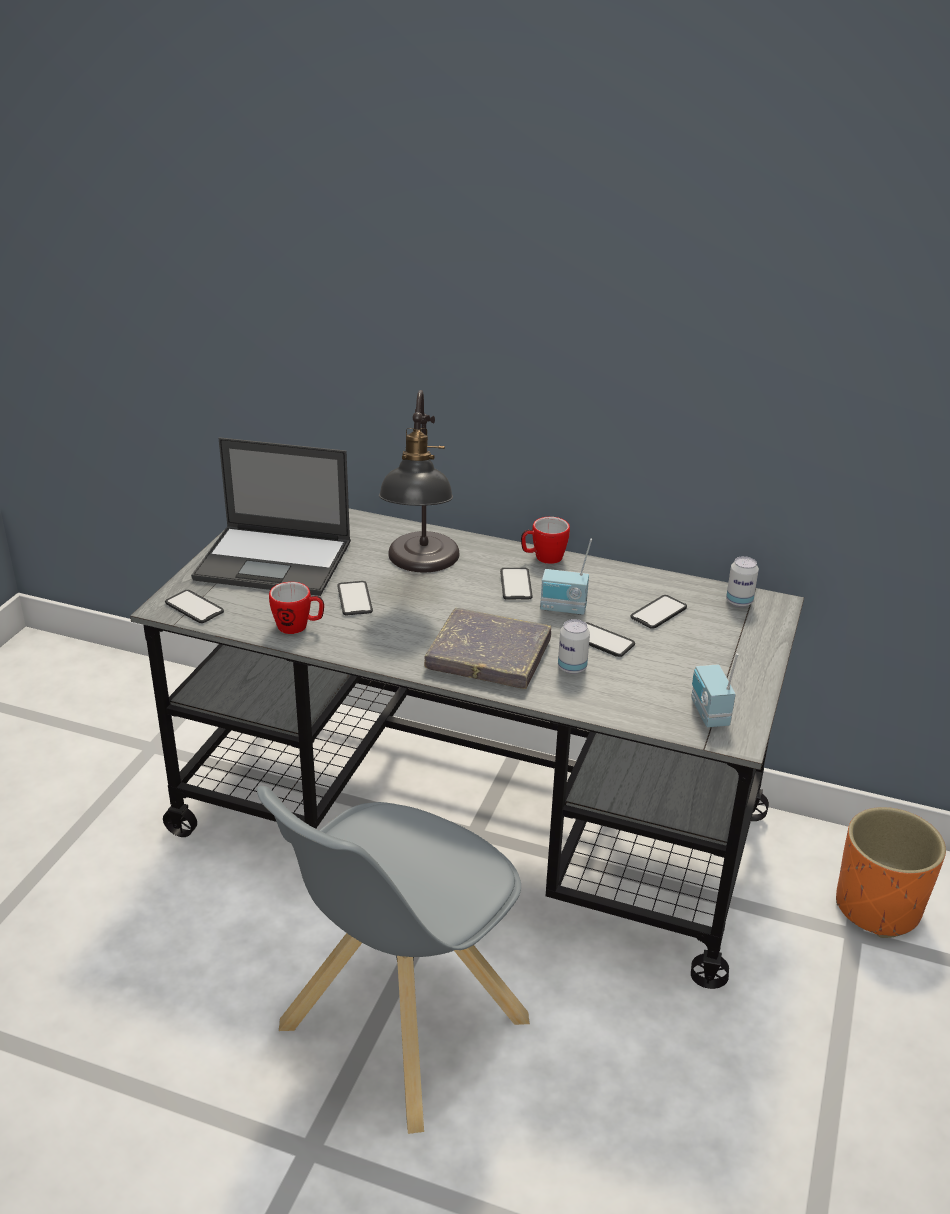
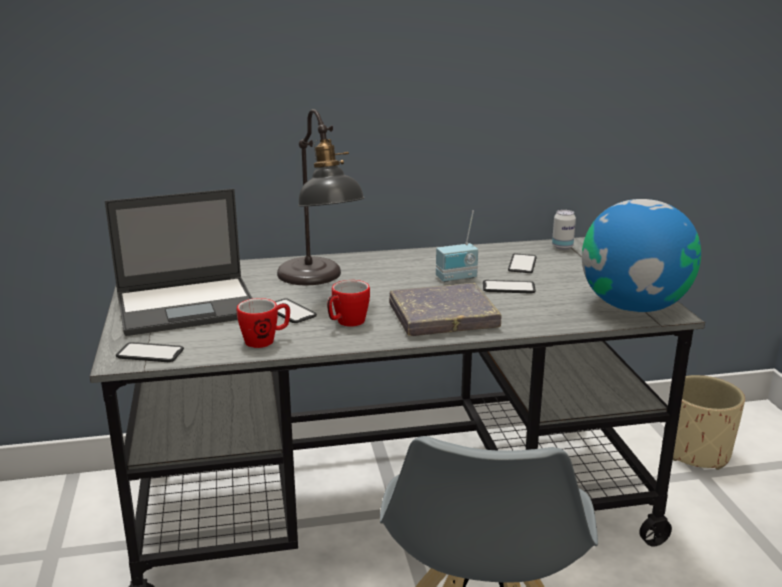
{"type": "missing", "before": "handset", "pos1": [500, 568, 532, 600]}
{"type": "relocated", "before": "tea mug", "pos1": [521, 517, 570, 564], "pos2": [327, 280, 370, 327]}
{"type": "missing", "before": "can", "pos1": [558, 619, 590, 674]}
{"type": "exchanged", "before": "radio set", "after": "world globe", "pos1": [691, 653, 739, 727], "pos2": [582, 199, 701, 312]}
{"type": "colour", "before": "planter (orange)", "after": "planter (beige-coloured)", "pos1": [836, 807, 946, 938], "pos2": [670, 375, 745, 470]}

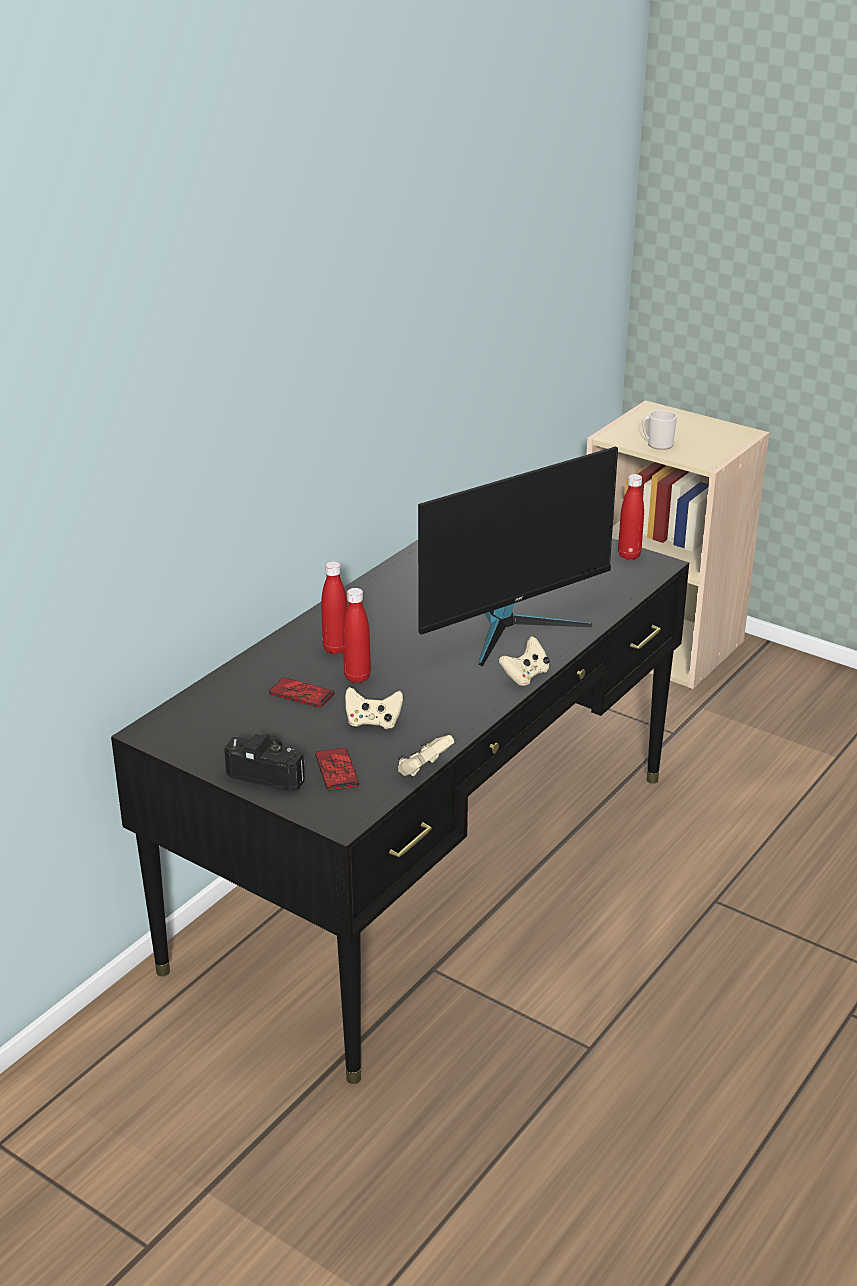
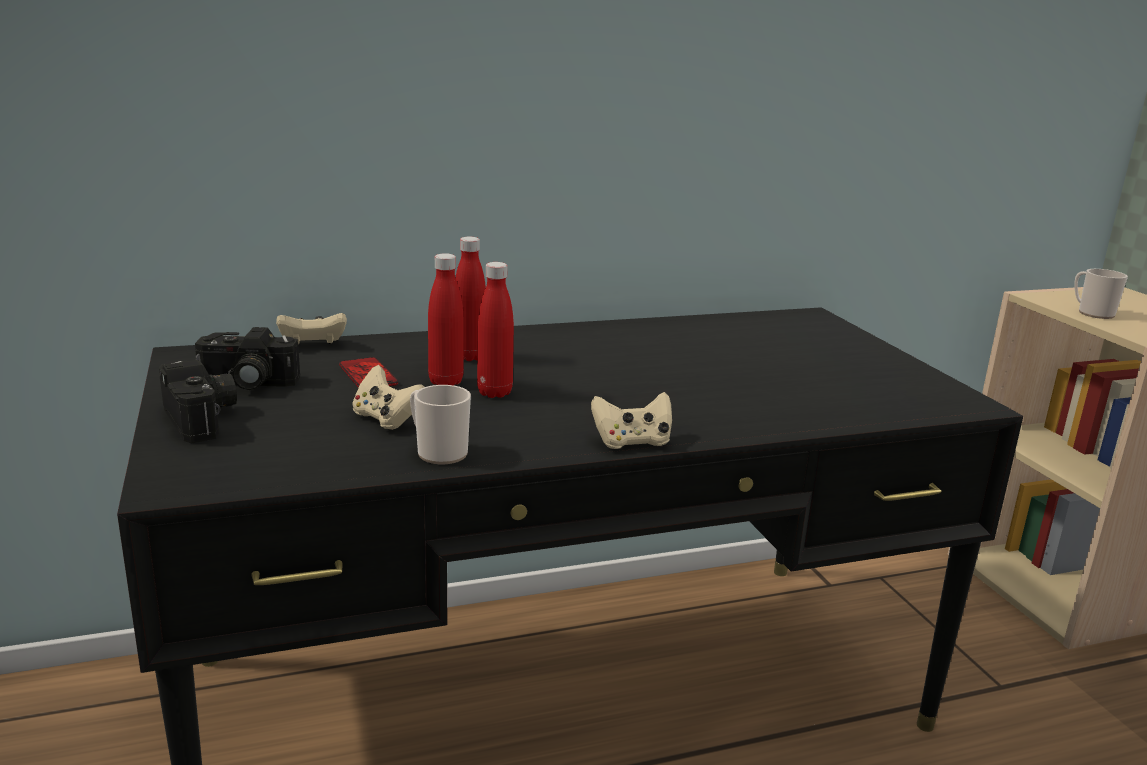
{"type": "missing", "before": "handset", "pos1": [315, 748, 359, 791]}
{"type": "relocated", "before": "joypad (beige-coloured)", "pos1": [398, 735, 454, 777], "pos2": [276, 313, 347, 344]}
{"type": "missing", "before": "computer screen", "pos1": [418, 447, 618, 666]}
{"type": "relocated", "before": "drink bottle (red-coloured)", "pos1": [618, 474, 644, 560], "pos2": [477, 262, 514, 398]}
{"type": "appeared", "after": "photo camera", "pos2": [195, 327, 300, 390]}
{"type": "appeared", "after": "tea mug", "pos2": [410, 385, 471, 464]}

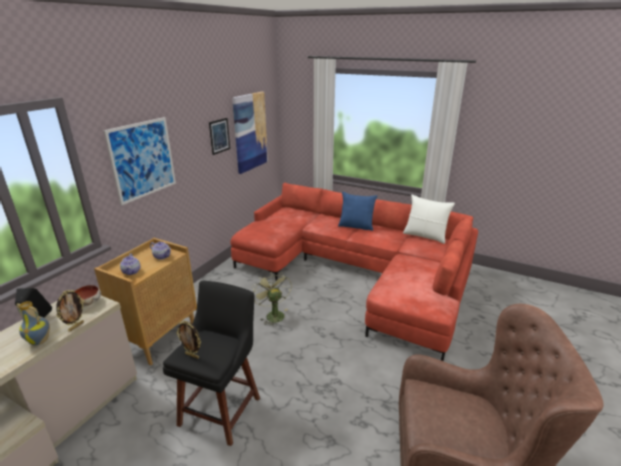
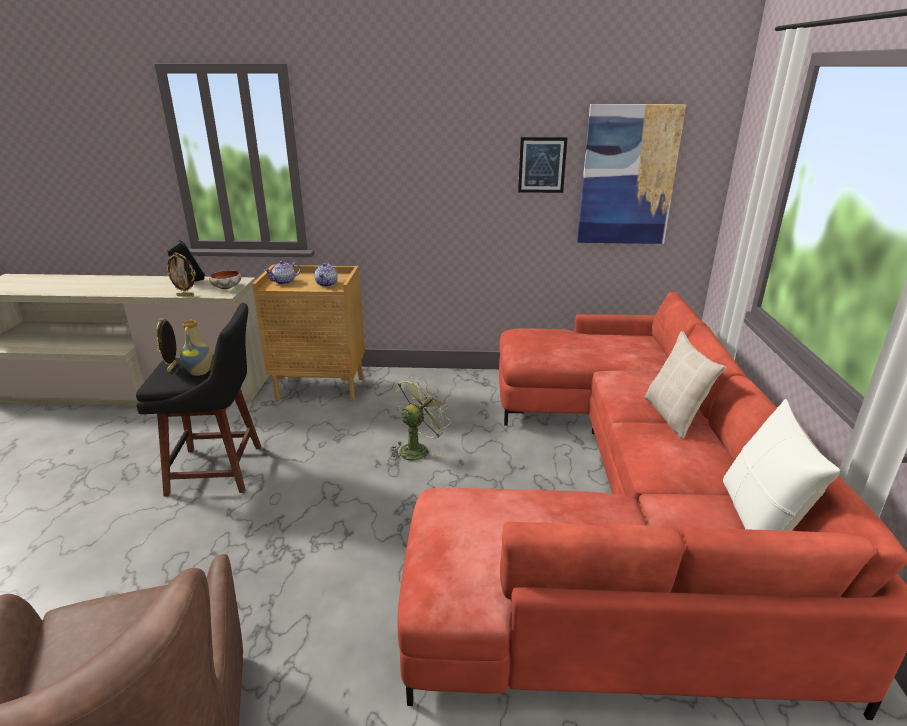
{"type": "relocated", "before": "vase", "pos1": [16, 301, 50, 345], "pos2": [180, 319, 212, 376]}
{"type": "missing", "before": "wall art", "pos1": [104, 117, 176, 205]}
{"type": "colour", "before": "cushion (blue)", "after": "cushion (beige-coloured)", "pos1": [338, 192, 377, 231], "pos2": [644, 331, 726, 439]}

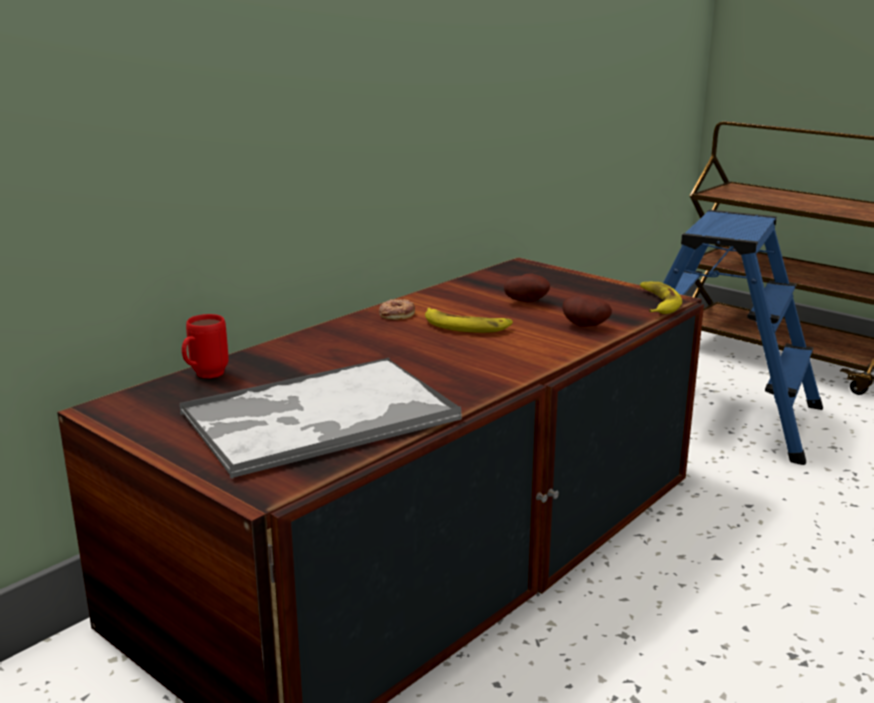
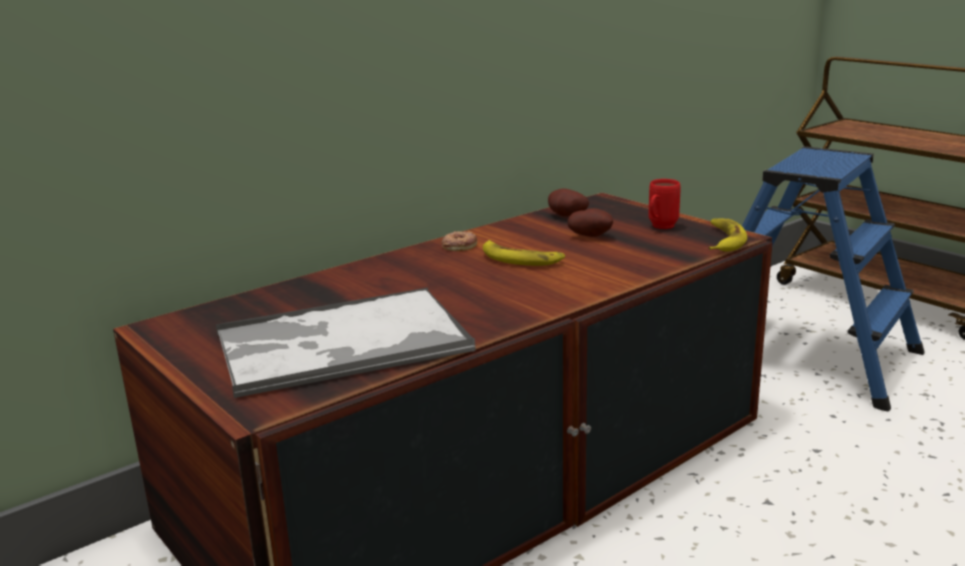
{"type": "relocated", "before": "tea mug (red-coloured)", "pos1": [182, 314, 229, 378], "pos2": [649, 179, 681, 229]}
{"type": "relocated", "before": "whole potato", "pos1": [562, 294, 612, 327], "pos2": [548, 189, 589, 216]}

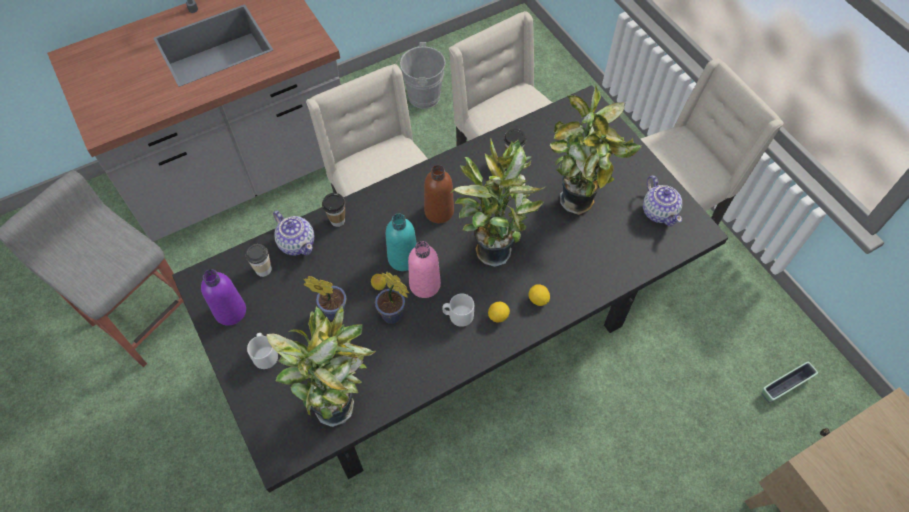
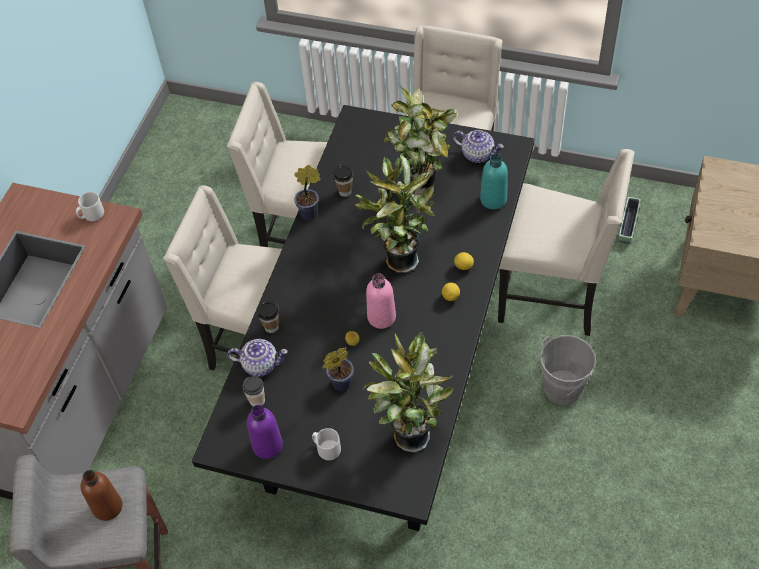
{"type": "relocated", "before": "houseplant", "pos1": [375, 272, 409, 324], "pos2": [294, 165, 321, 220]}
{"type": "relocated", "before": "drink bottle (turquoise)", "pos1": [386, 214, 417, 271], "pos2": [480, 154, 508, 209]}
{"type": "relocated", "before": "pail (greyish)", "pos1": [396, 42, 446, 109], "pos2": [531, 335, 596, 405]}
{"type": "relocated", "before": "drink bottle (brown-coloured)", "pos1": [424, 165, 454, 223], "pos2": [80, 470, 122, 521]}
{"type": "relocated", "before": "tea mug (greyish)", "pos1": [442, 294, 474, 327], "pos2": [76, 192, 104, 221]}
{"type": "appeared", "after": "upright chair (beige-coloured)", "pos2": [498, 149, 635, 336]}

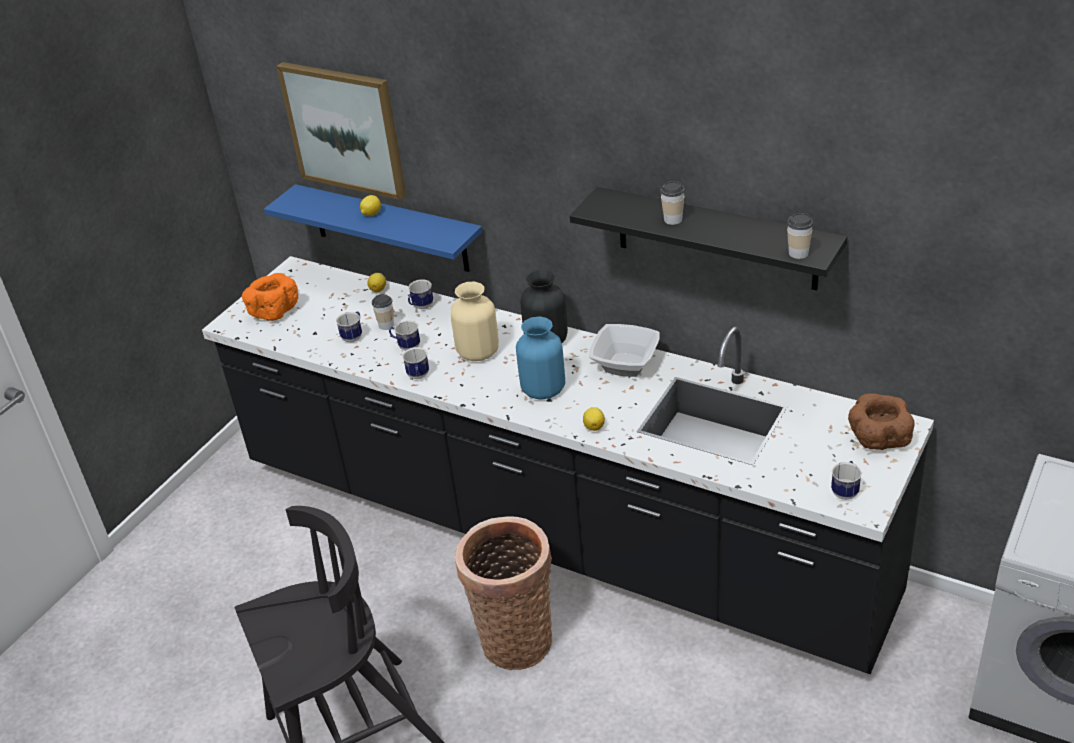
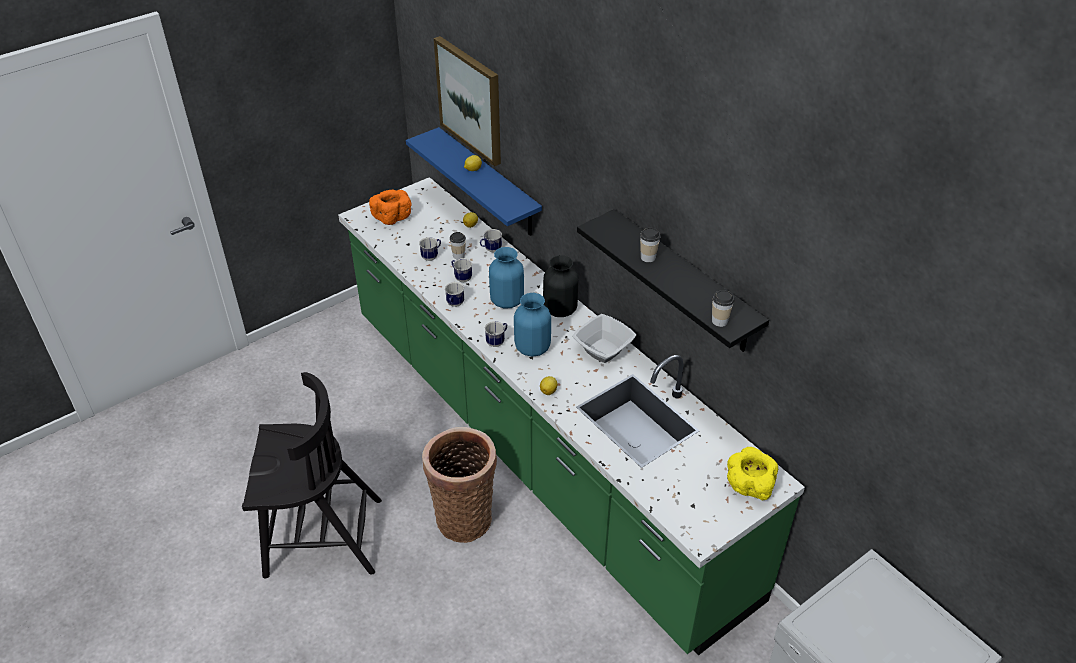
{"type": "colour", "before": "kitchen counter (blackish)", "after": "kitchen counter (green-coloured)", "pos1": [202, 256, 934, 674], "pos2": [338, 177, 805, 655]}
{"type": "colour", "before": "vase (beige-coloured)", "after": "vase (blue)", "pos1": [451, 282, 499, 361], "pos2": [489, 247, 524, 309]}
{"type": "relocated", "before": "tea mug", "pos1": [831, 461, 862, 500], "pos2": [485, 321, 507, 347]}
{"type": "colour", "before": "serving bowl (brown-coloured)", "after": "serving bowl (yellowish)", "pos1": [848, 393, 915, 450], "pos2": [727, 447, 778, 500]}

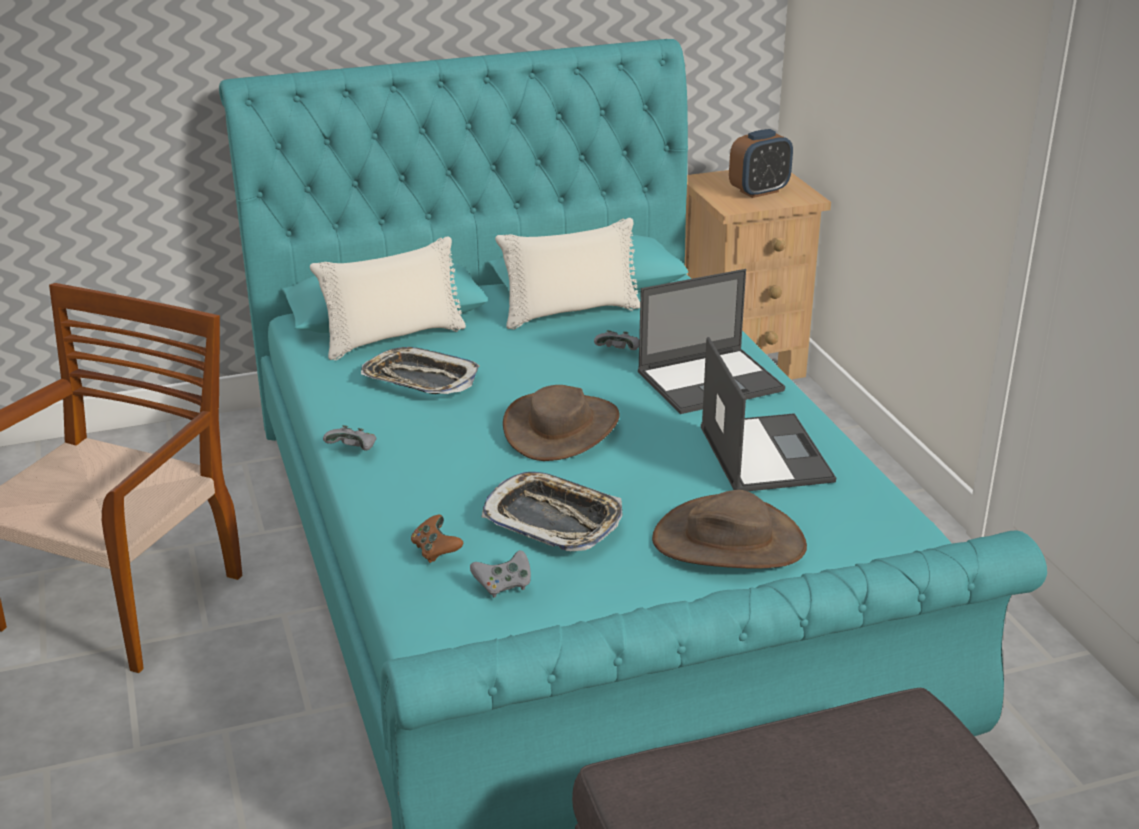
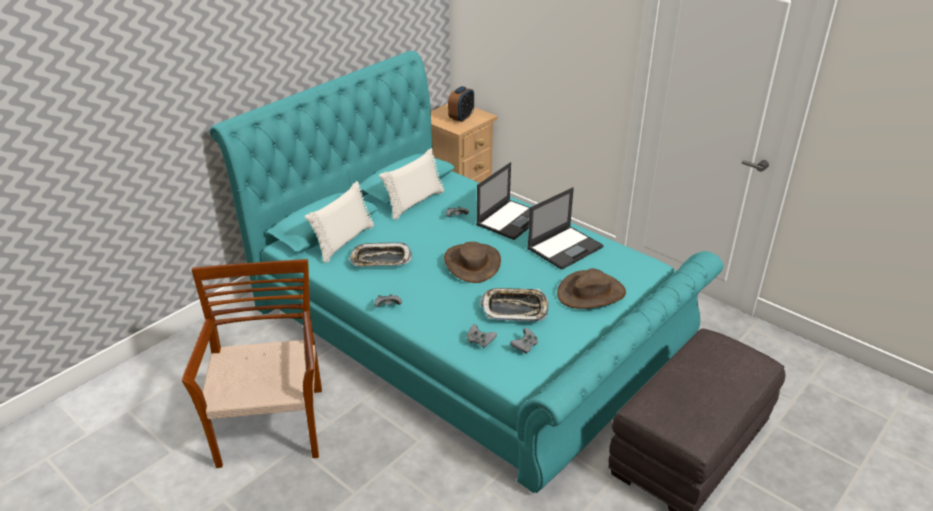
{"type": "colour", "before": "joypad (brown-coloured)", "after": "joypad (greyish)", "pos1": [411, 515, 464, 563], "pos2": [467, 324, 497, 348]}
{"type": "spun", "before": "portable computer", "pos1": [701, 337, 836, 491], "pos2": [527, 187, 604, 270], "turn": 90}

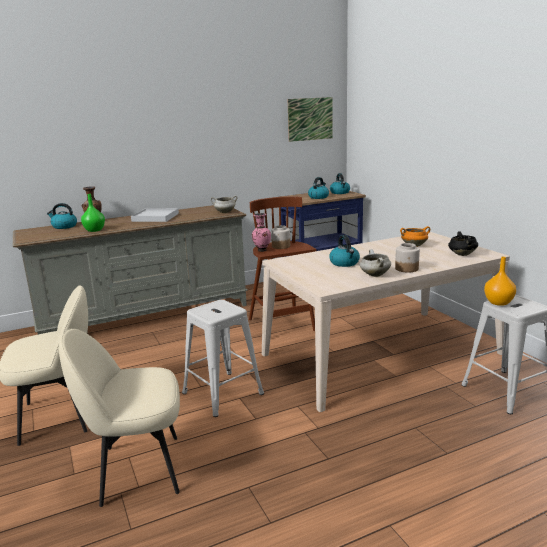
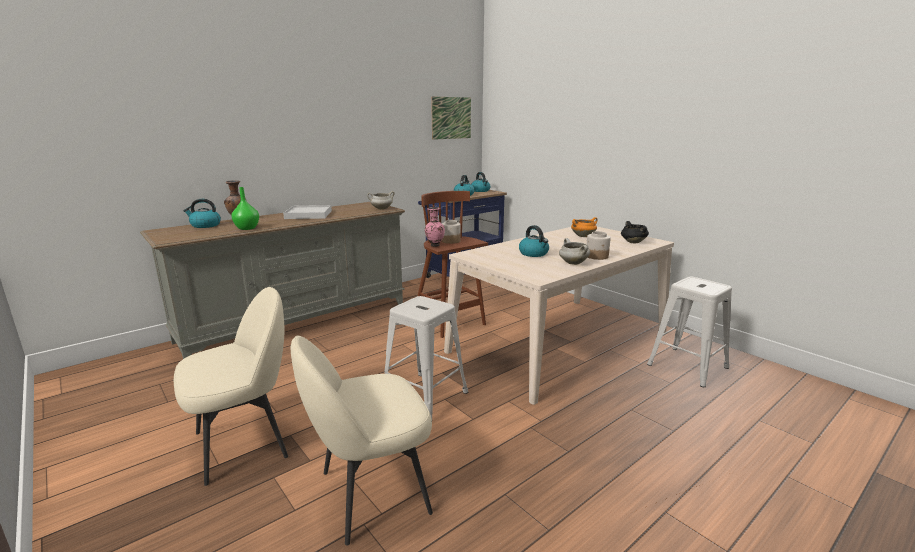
{"type": "missing", "before": "vase (orange)", "pos1": [484, 257, 516, 306]}

